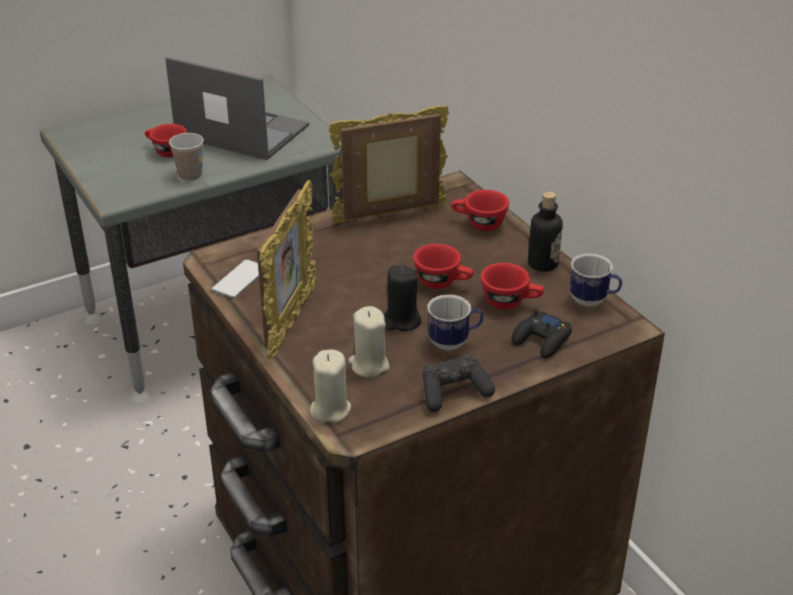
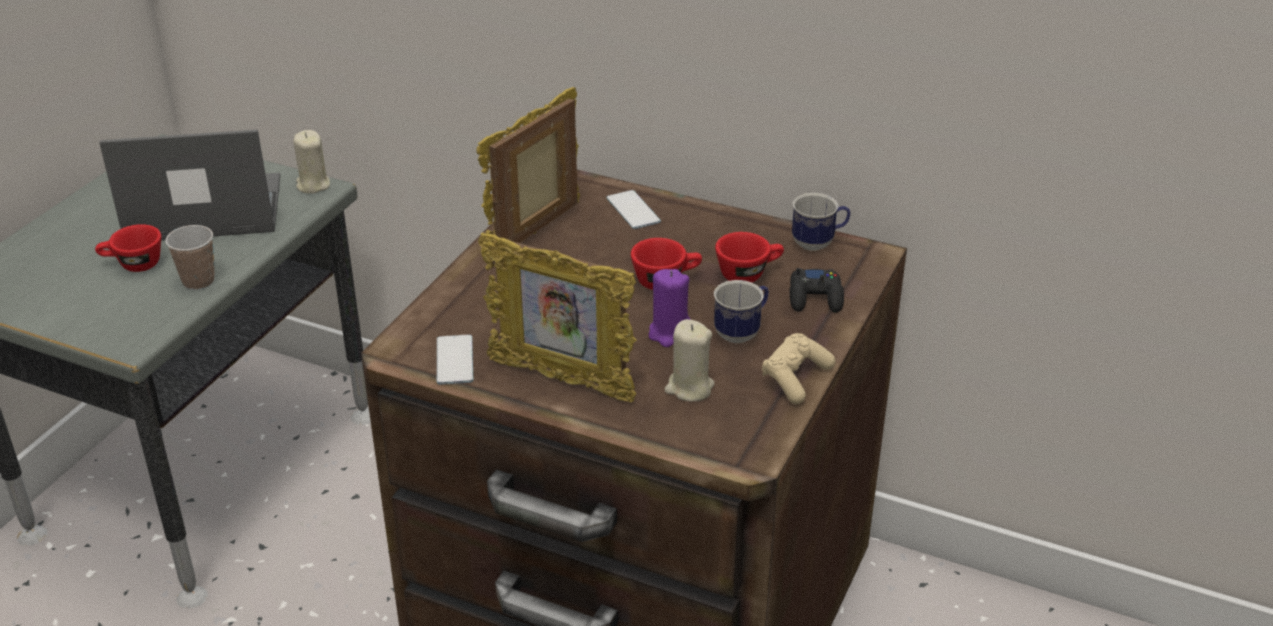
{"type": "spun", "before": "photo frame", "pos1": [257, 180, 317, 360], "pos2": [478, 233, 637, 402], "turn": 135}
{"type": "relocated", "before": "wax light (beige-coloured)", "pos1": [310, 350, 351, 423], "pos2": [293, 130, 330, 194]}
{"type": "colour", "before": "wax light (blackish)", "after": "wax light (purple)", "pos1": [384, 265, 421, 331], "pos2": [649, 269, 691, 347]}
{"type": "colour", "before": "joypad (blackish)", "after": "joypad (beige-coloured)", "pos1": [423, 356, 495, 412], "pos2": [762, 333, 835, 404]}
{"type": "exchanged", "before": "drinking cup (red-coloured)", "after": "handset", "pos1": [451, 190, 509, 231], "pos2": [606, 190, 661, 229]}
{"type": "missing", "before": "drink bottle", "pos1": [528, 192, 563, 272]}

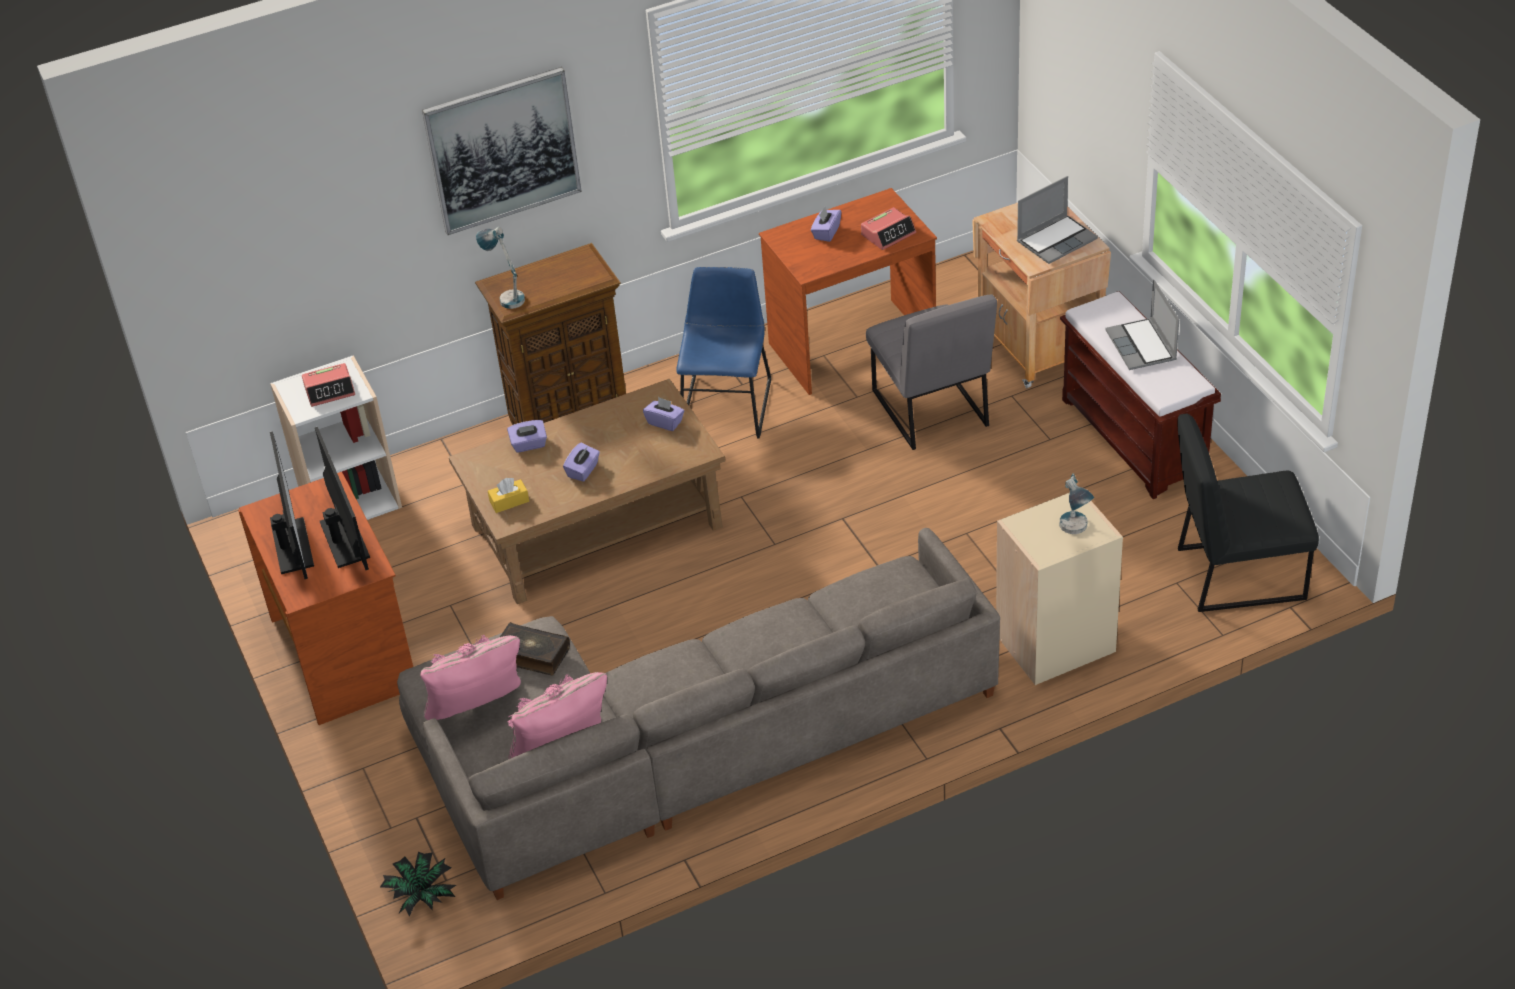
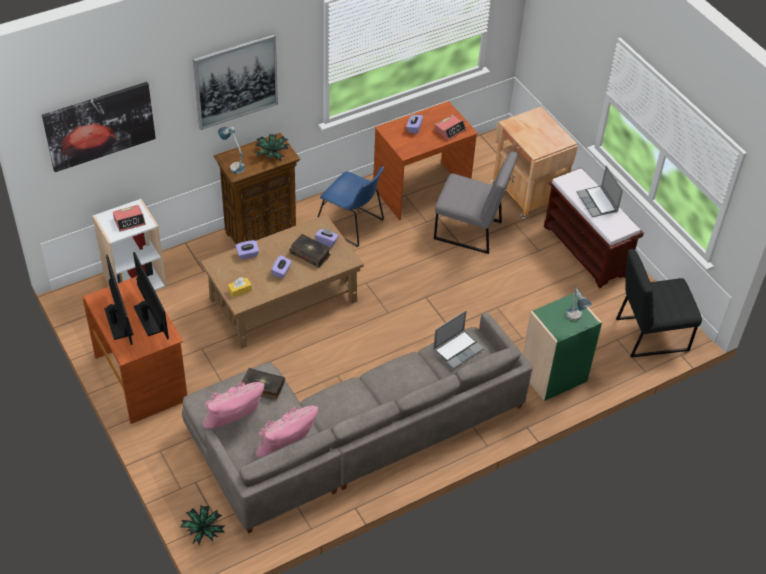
{"type": "spun", "before": "upright chair (blue)", "pos1": [676, 267, 771, 438], "pos2": [318, 166, 384, 247], "turn": 120}
{"type": "spun", "before": "upright chair (greyish)", "pos1": [866, 295, 997, 450], "pos2": [434, 152, 517, 254], "turn": -45}
{"type": "colour", "before": "bookcase (beige-coloured)", "after": "bookcase (green-coloured)", "pos1": [996, 493, 1123, 685], "pos2": [523, 293, 602, 401]}
{"type": "relocated", "before": "portable computer", "pos1": [1017, 176, 1098, 264], "pos2": [433, 311, 484, 369]}
{"type": "appeared", "after": "wall art", "pos2": [42, 82, 156, 172]}
{"type": "appeared", "after": "houseplant", "pos2": [255, 134, 289, 162]}
{"type": "appeared", "after": "bound book", "pos2": [290, 234, 331, 268]}

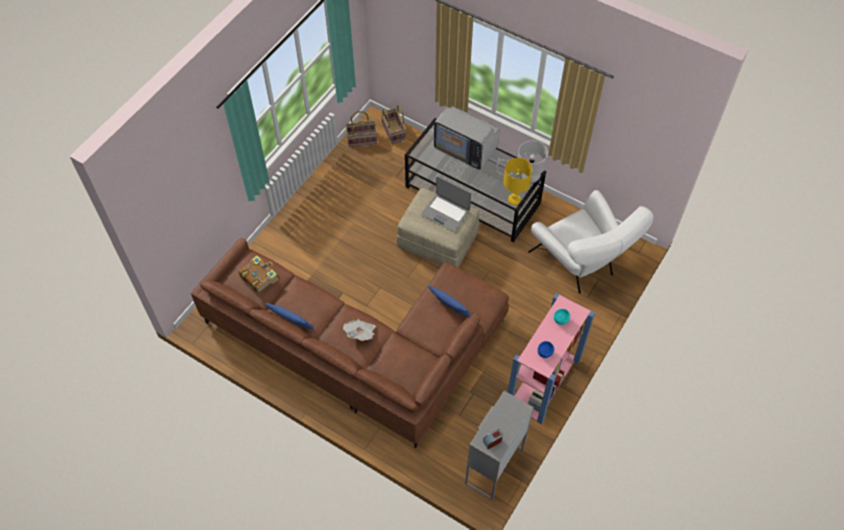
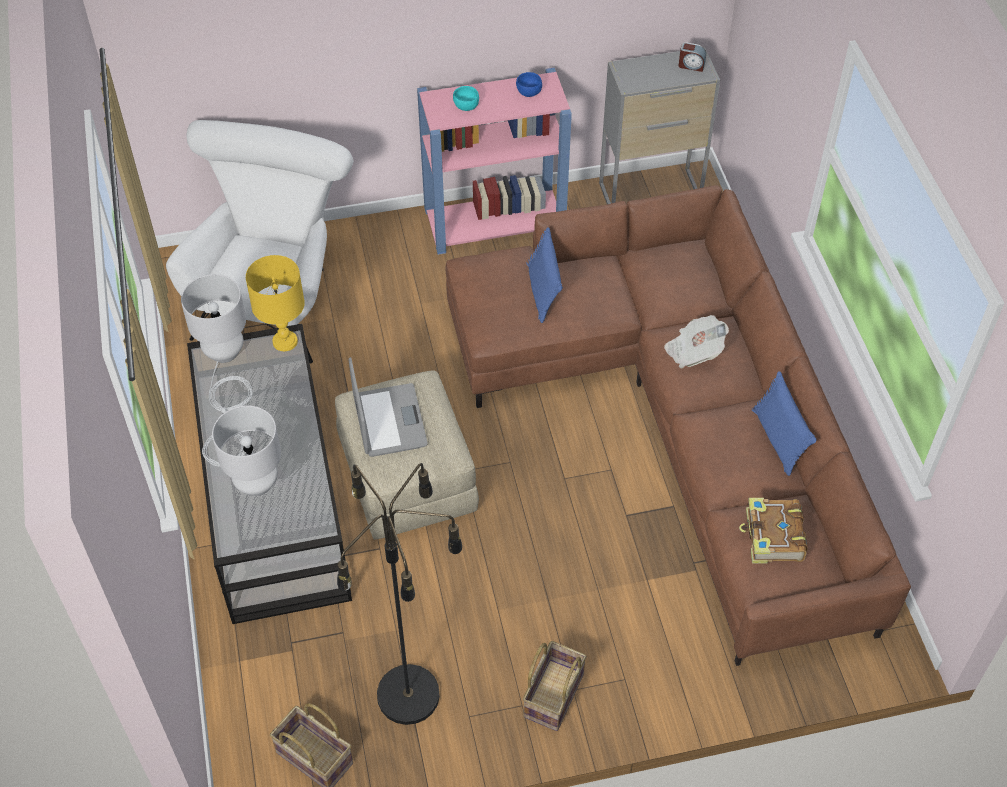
{"type": "relocated", "before": "storage basket", "pos1": [381, 104, 406, 144], "pos2": [523, 641, 587, 731]}
{"type": "exchanged", "before": "TV", "after": "table lamp (greyish)", "pos1": [434, 106, 499, 170], "pos2": [202, 405, 281, 496]}
{"type": "appeared", "after": "floor lamp", "pos2": [337, 463, 462, 725]}

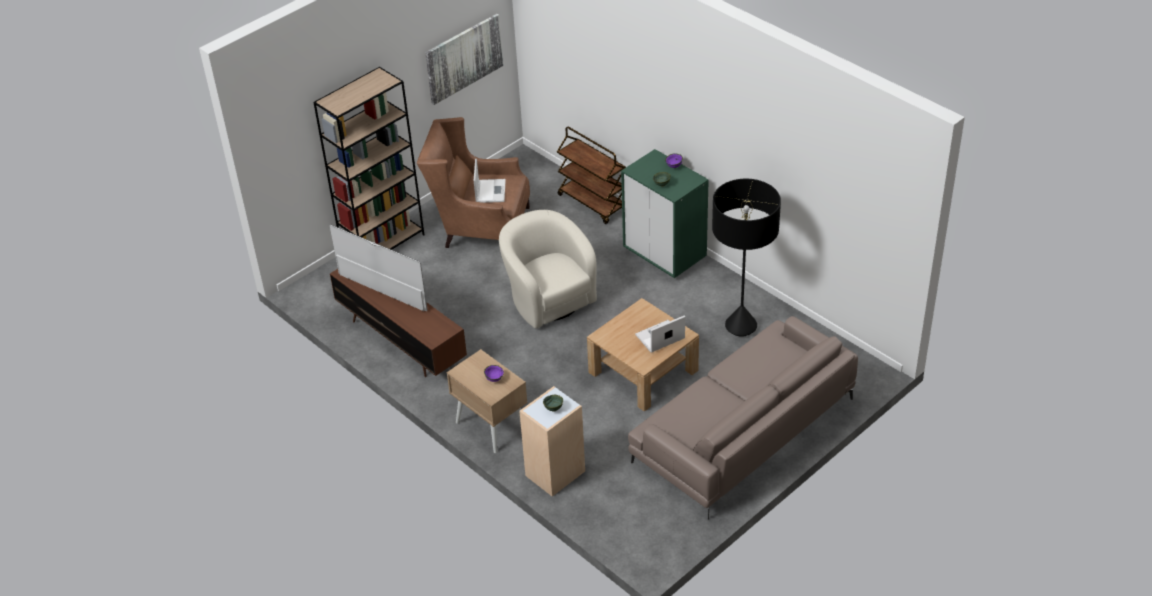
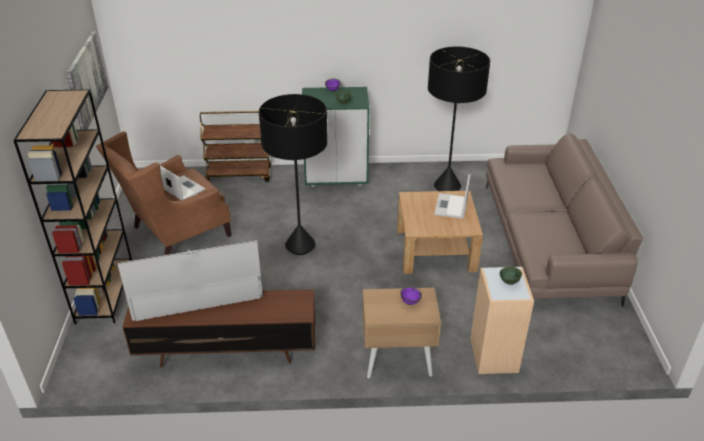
{"type": "exchanged", "before": "lounge chair (beige-coloured)", "after": "floor lamp (blackish)", "pos1": [499, 210, 597, 329], "pos2": [259, 94, 328, 255]}

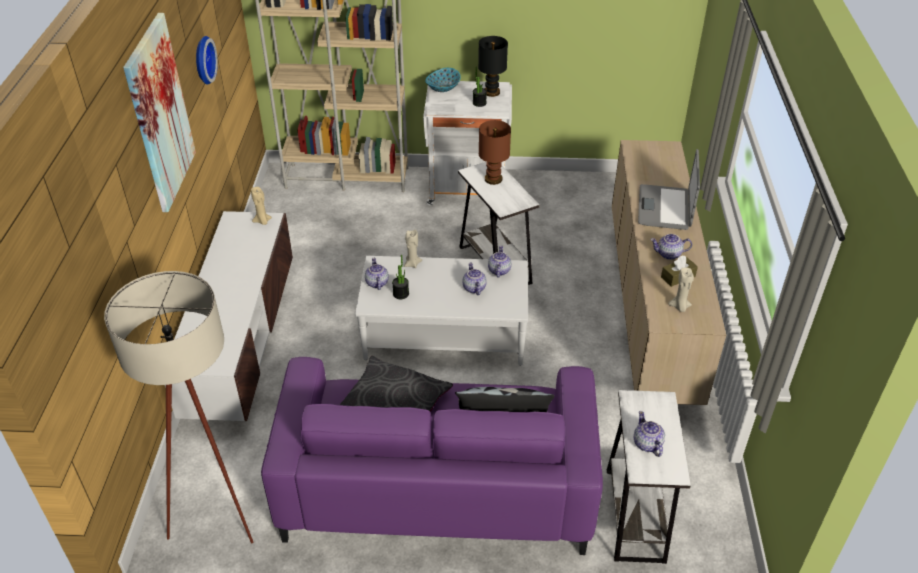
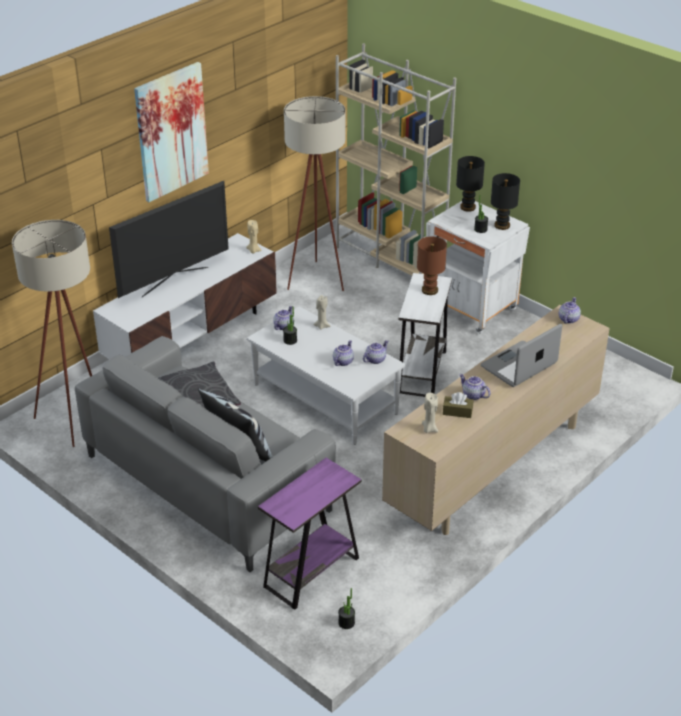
{"type": "missing", "before": "clock on the wall", "pos1": [196, 36, 218, 85]}
{"type": "colour", "before": "couch (purple)", "after": "couch (greyish)", "pos1": [261, 357, 603, 555], "pos2": [75, 336, 336, 572]}
{"type": "exchanged", "before": "serving bowl", "after": "table lamp (blackish)", "pos1": [425, 68, 461, 92], "pos2": [456, 156, 485, 212]}
{"type": "colour", "before": "end table (white-coloured)", "after": "end table (purple)", "pos1": [607, 390, 691, 564], "pos2": [258, 458, 362, 610]}
{"type": "relocated", "before": "tea pot", "pos1": [634, 411, 665, 457], "pos2": [559, 297, 581, 324]}
{"type": "appeared", "after": "TV", "pos2": [109, 181, 229, 298]}
{"type": "appeared", "after": "floor lamp (beige-coloured)", "pos2": [284, 96, 346, 291]}
{"type": "appeared", "after": "houseplant", "pos2": [338, 588, 355, 629]}

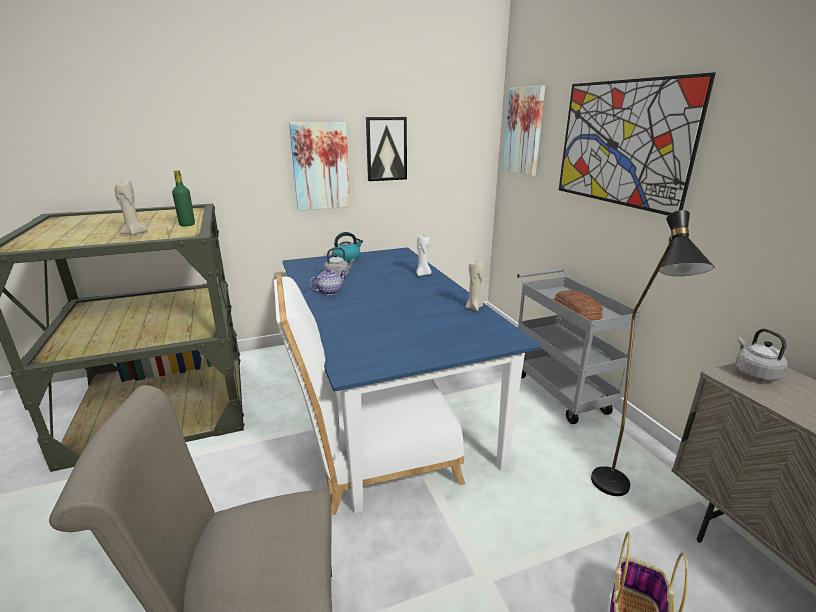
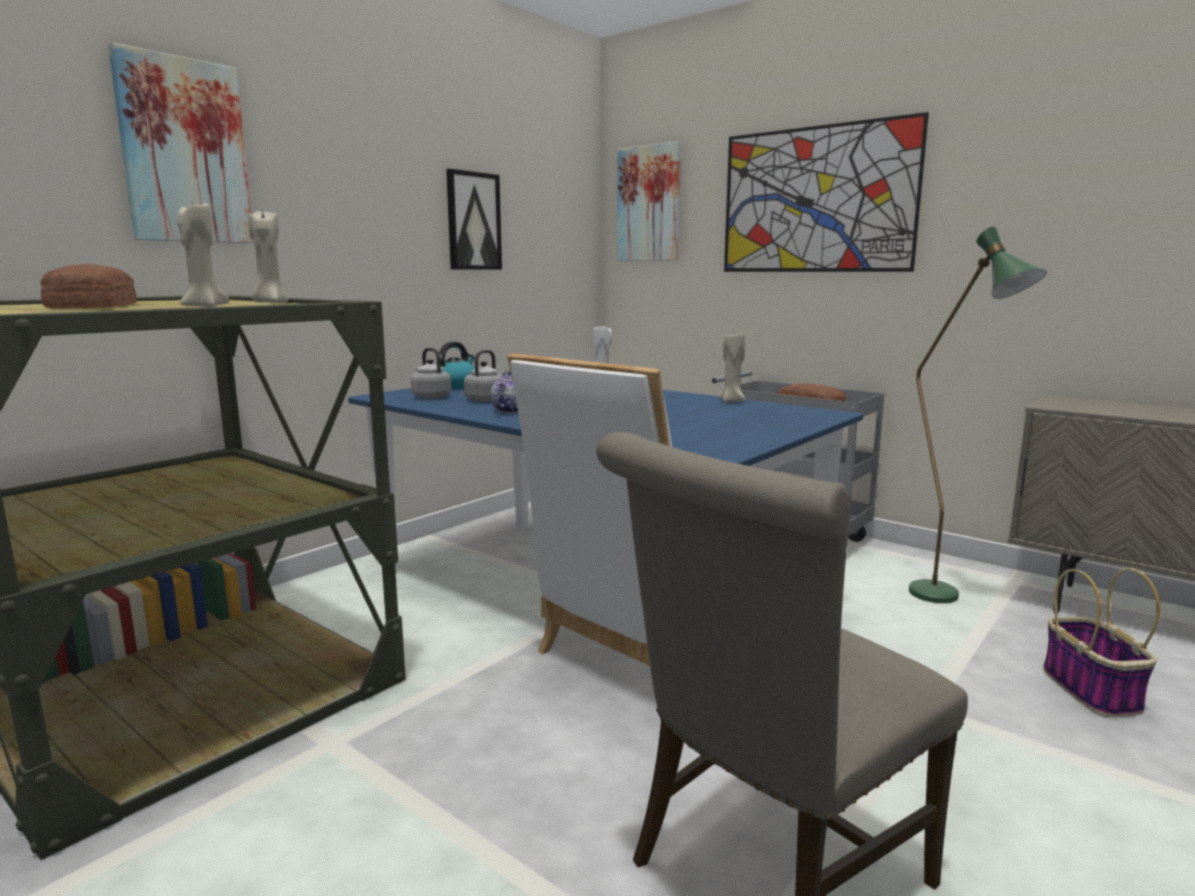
{"type": "exchanged", "before": "drink bottle (green-coloured)", "after": "wax light (beige-coloured)", "pos1": [172, 170, 195, 226], "pos2": [248, 209, 288, 303]}
{"type": "relocated", "before": "wall art", "pos1": [289, 122, 350, 211], "pos2": [108, 42, 254, 243]}
{"type": "colour", "before": "floor lamp (blackish)", "after": "floor lamp (green-coloured)", "pos1": [591, 210, 714, 496], "pos2": [909, 227, 1047, 603]}
{"type": "relocated", "before": "tea kettle (greyish)", "pos1": [735, 329, 787, 382], "pos2": [411, 348, 451, 399]}
{"type": "appeared", "after": "bread", "pos2": [40, 264, 137, 308]}

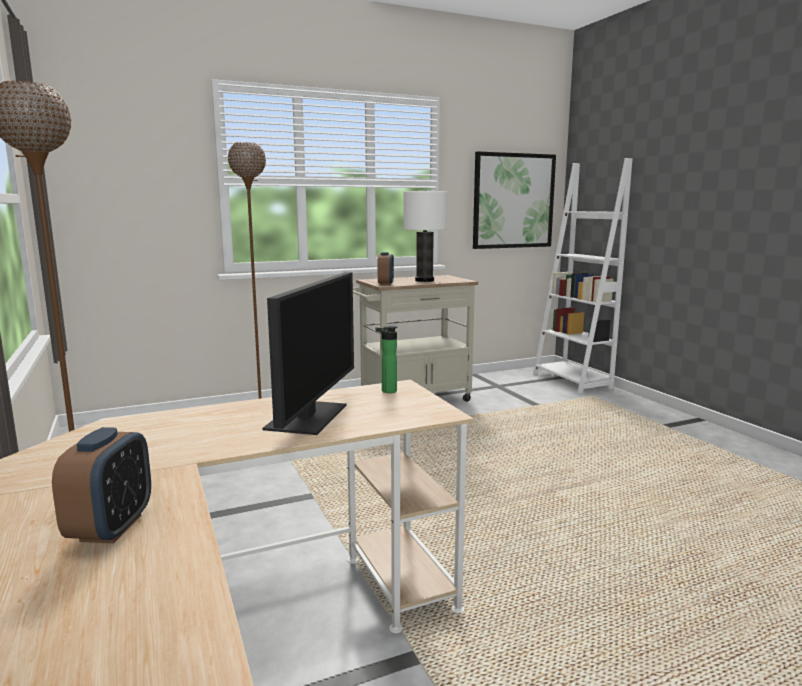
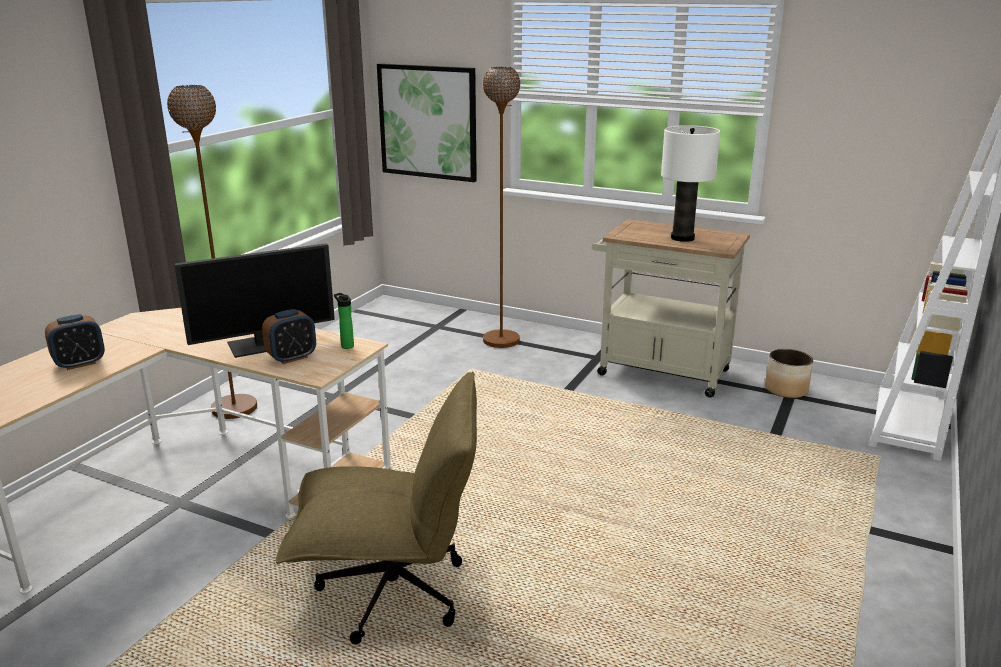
{"type": "relocated", "before": "table clock", "pos1": [378, 252, 394, 285], "pos2": [262, 309, 316, 364]}
{"type": "relocated", "before": "wall art", "pos1": [473, 151, 556, 249], "pos2": [377, 63, 477, 182]}
{"type": "appeared", "after": "desk chair (beige-coloured)", "pos2": [276, 372, 477, 645]}
{"type": "appeared", "after": "planter", "pos2": [765, 349, 813, 398]}

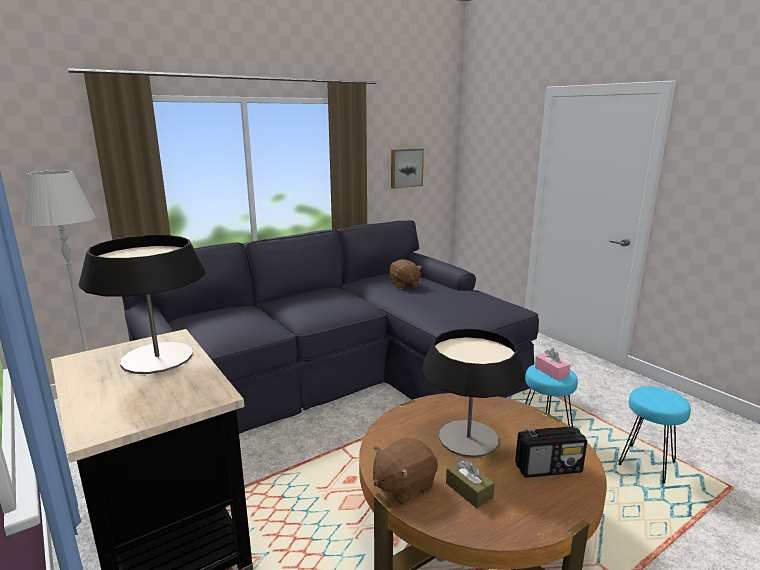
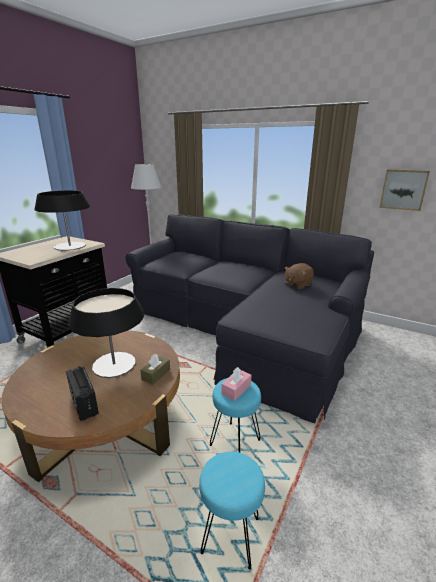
{"type": "missing", "before": "cuddly toy (brown-coloured)", "pos1": [373, 437, 438, 505]}
{"type": "relocated", "before": "tissue box (brown-coloured)", "pos1": [446, 460, 495, 508], "pos2": [140, 354, 170, 385]}

